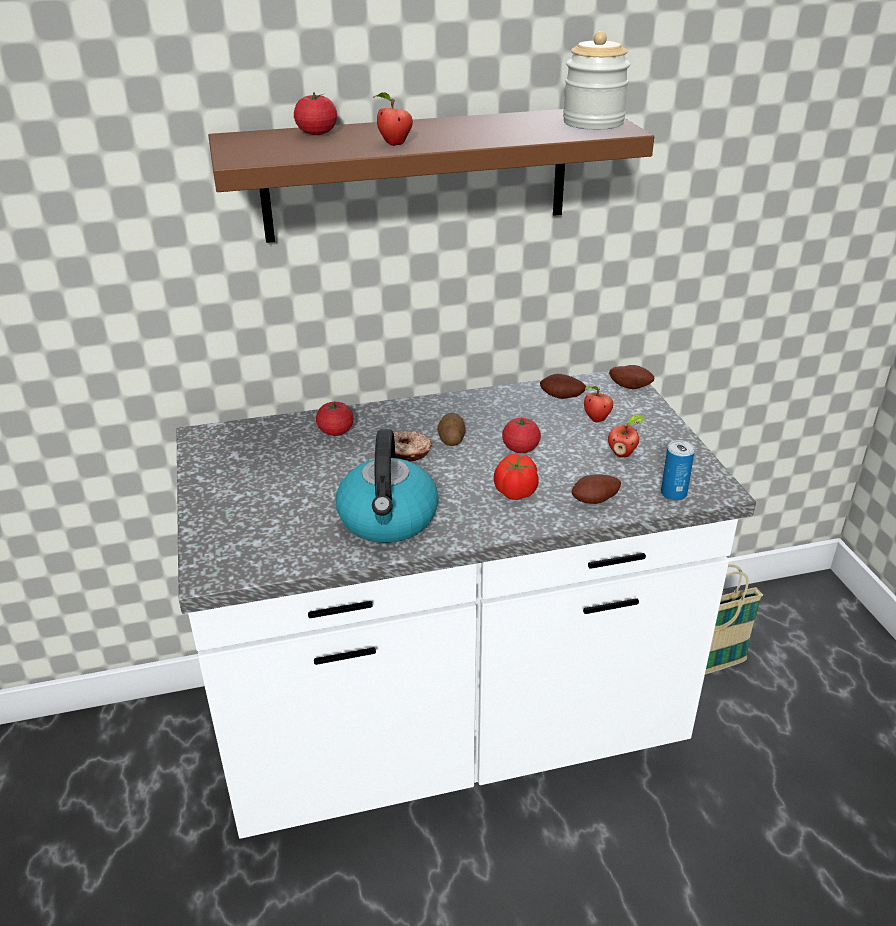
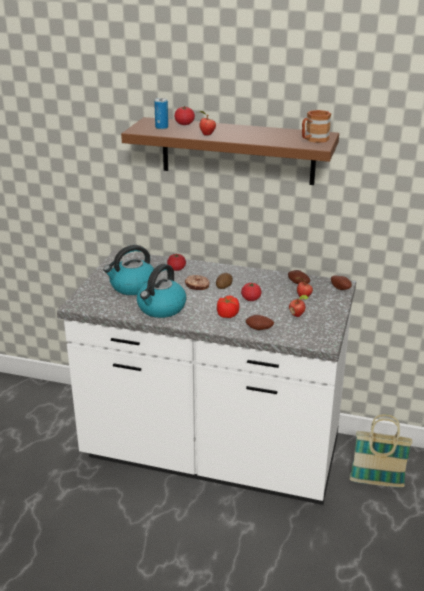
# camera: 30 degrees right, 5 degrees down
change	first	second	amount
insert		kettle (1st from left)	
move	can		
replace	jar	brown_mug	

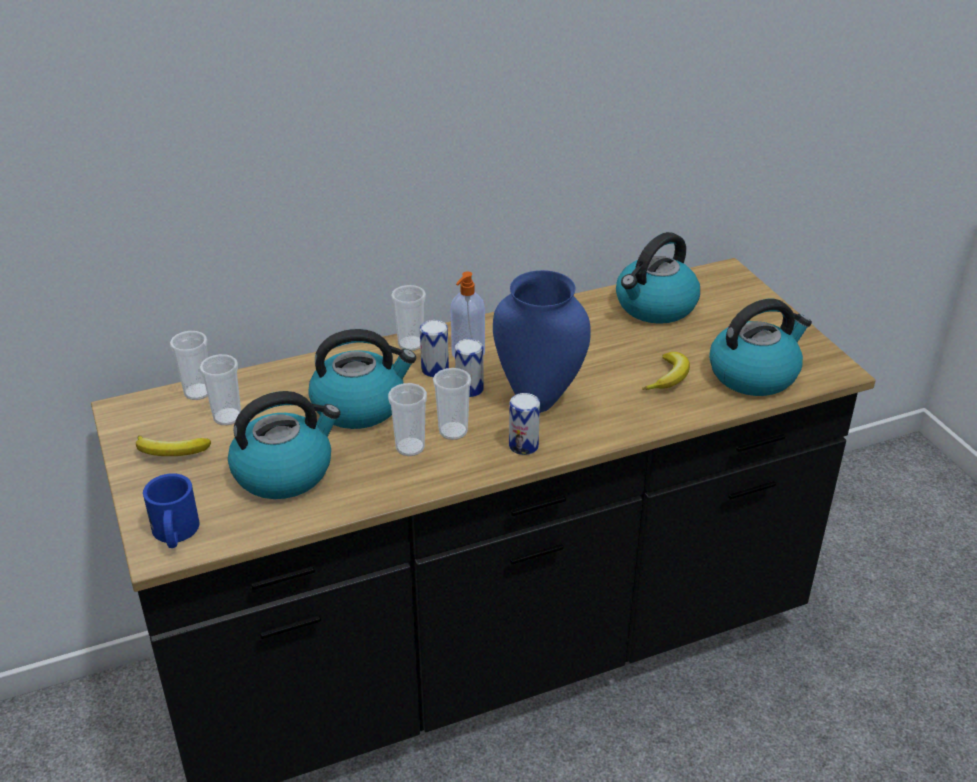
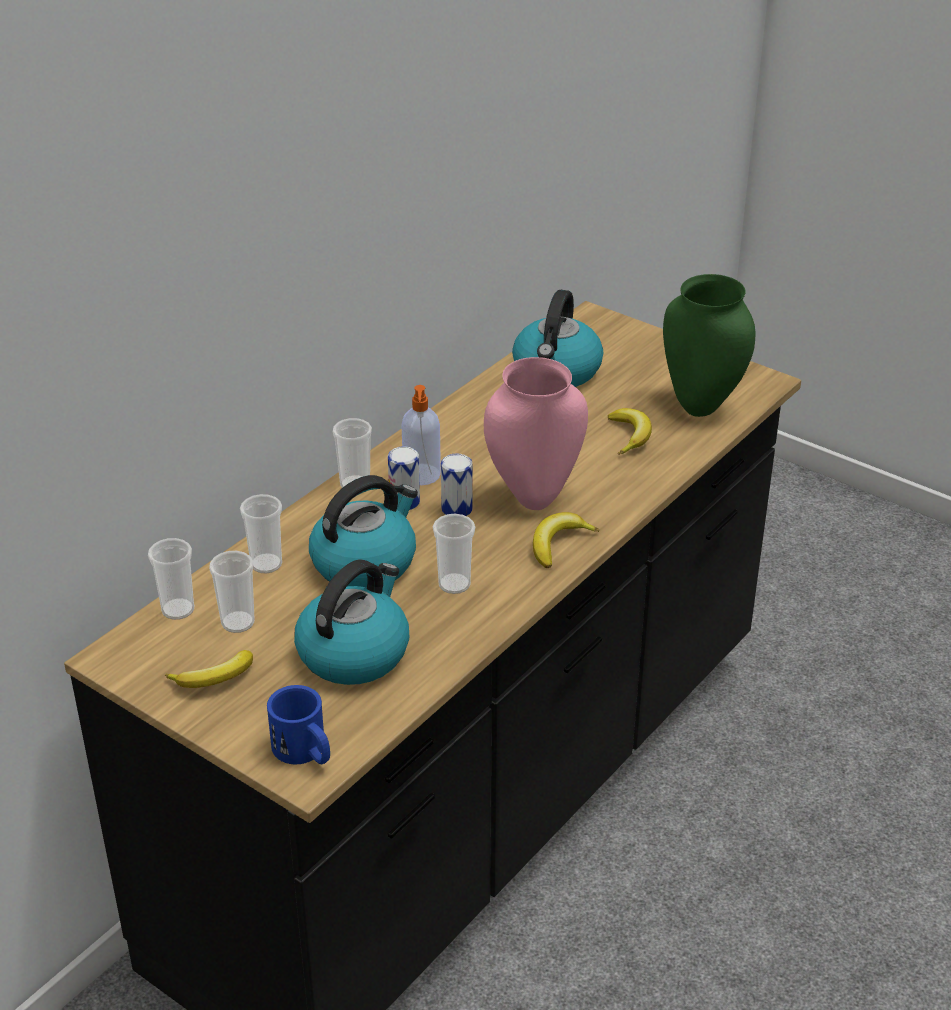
# camera: 30 degrees left, 0 degrees up
change	first	second	amount
move	cup (5th from left in the first image)	cup (3rd from left)	
replace	can (3rd from left)	banana (2nd from left)	
replace	kettle (4th from left)	green_vase	
recolor	blue_vase	pink_vase	

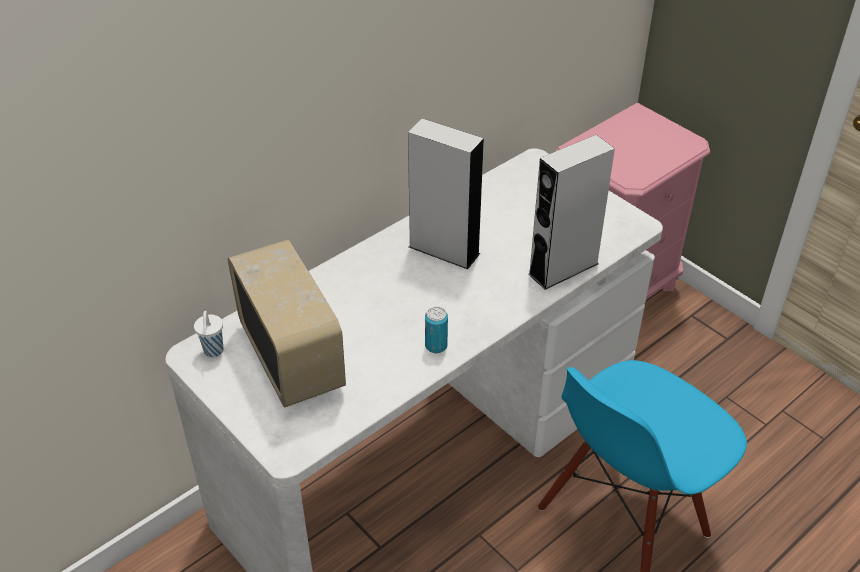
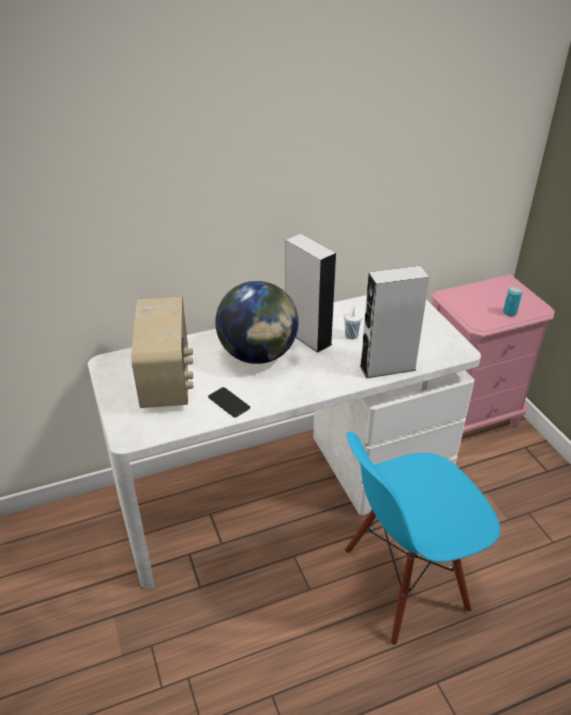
# camera: 20 degrees right, 5 degrees down
change	first	second	amount
insert		phone	
insert		globe	
move	white_cup		
move	can		

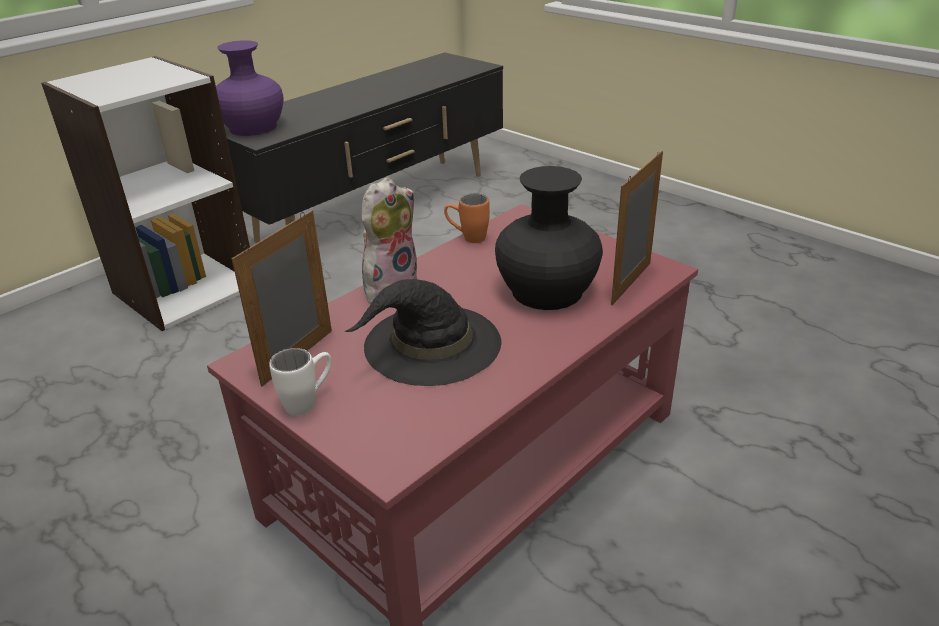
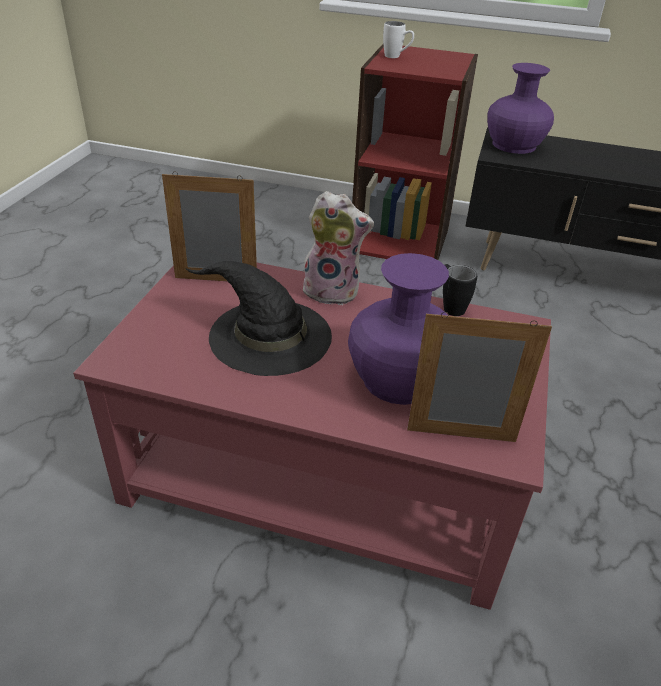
# camera: 60 degrees right, 5 degrees up
change	first	second	amount
move	white_mug		
recolor	white_bookcase	red_bookcase	
recolor	orange_mug	black_mug	
recolor	black_vase	purple_vase (1st from left)	

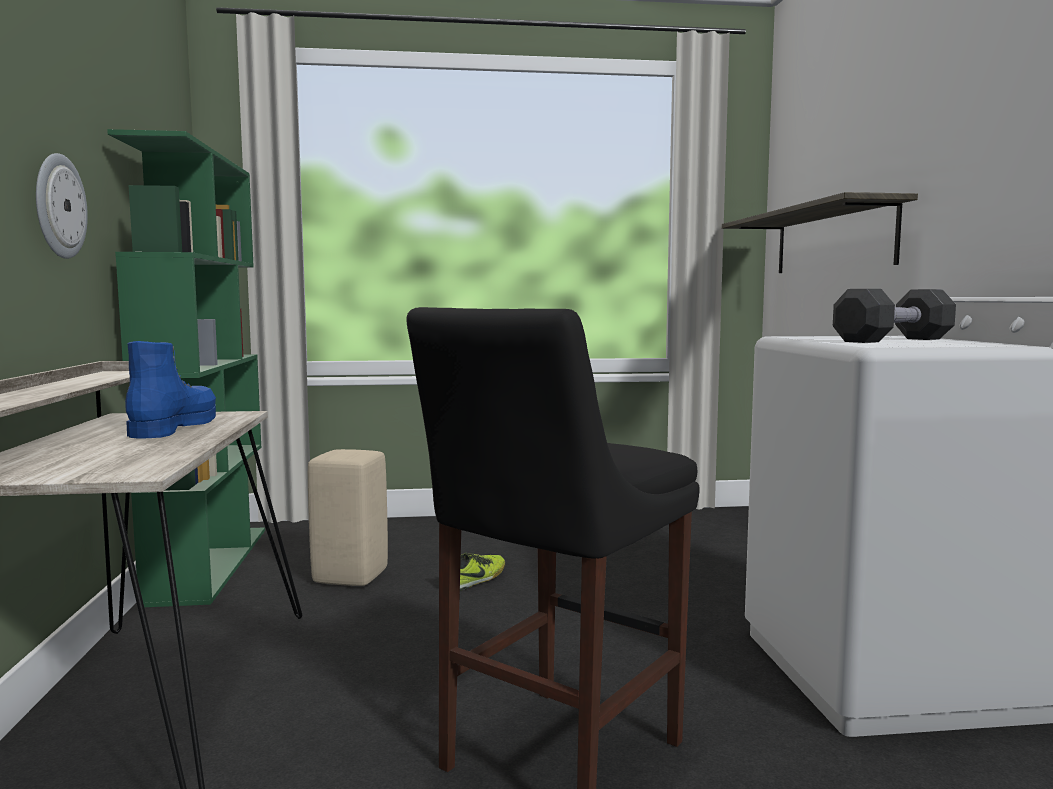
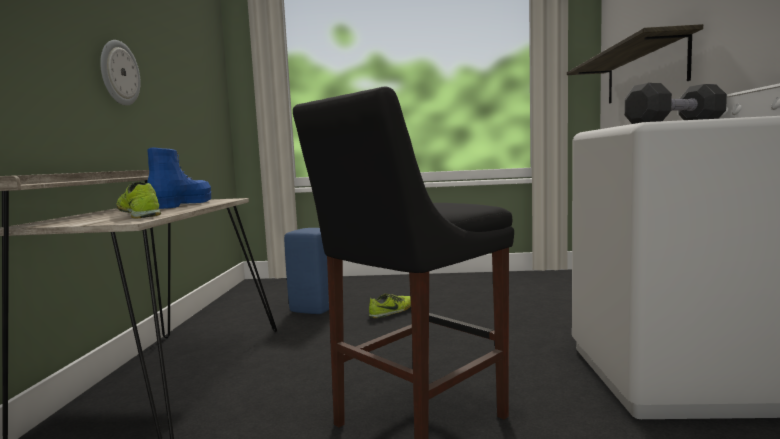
# camera: 10 degrees right, 0 degrees up
change	first	second	amount
delete	green_bookcase		
insert		shoe (1st from left)	
recolor	beige_stool	blue_stool	

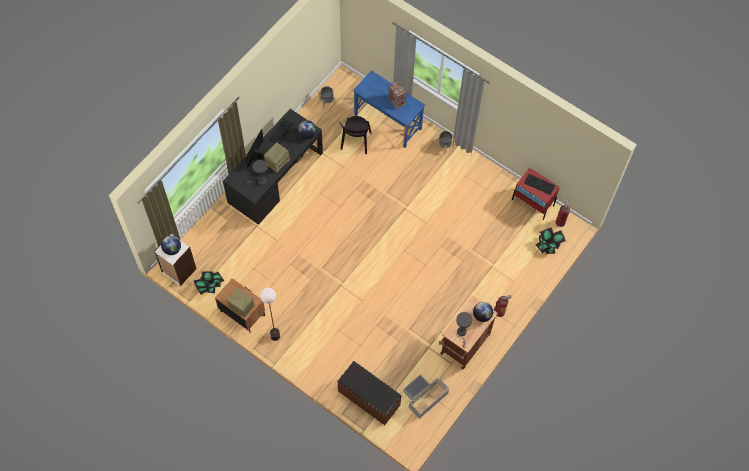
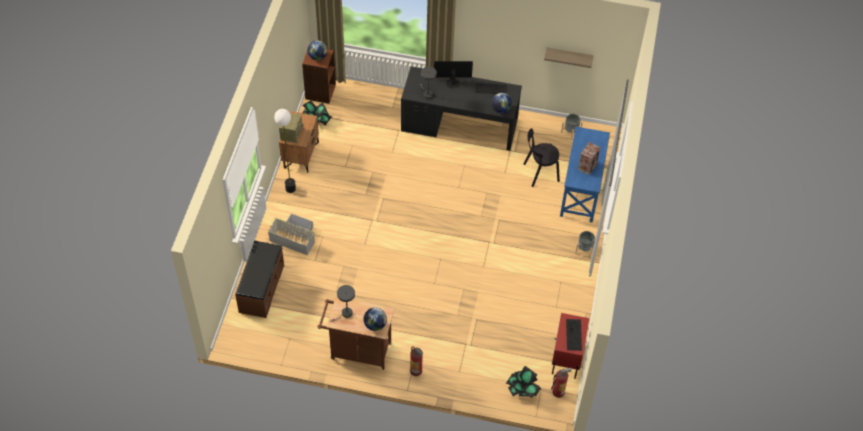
# camera: 65 degrees right, 10 degrees down
change	first	second	amount
delete	radio (2nd from left)		
insert		shelf	
move	grey_storage_box		
recolor	white_bookcase	brown_bookcase	

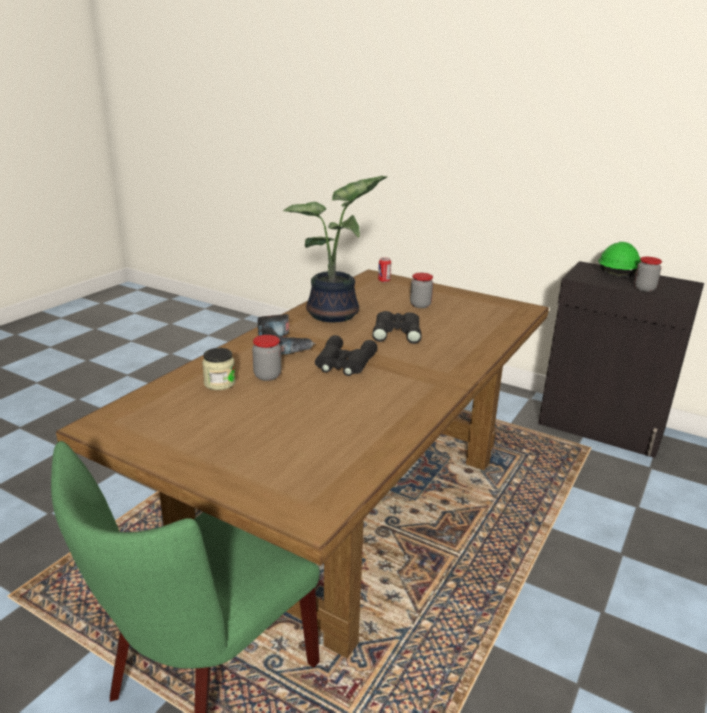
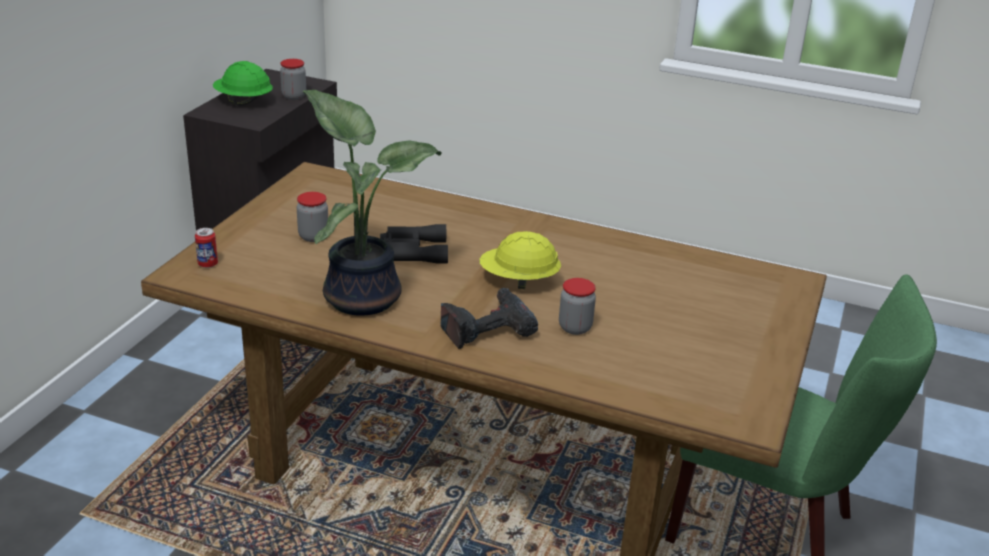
# camera: 100 degrees left, 5 degrees up
change	first	second	amount
delete	jar (1st from left)		
replace	black_binoculars (1st from left)	yellow_hard_hat	

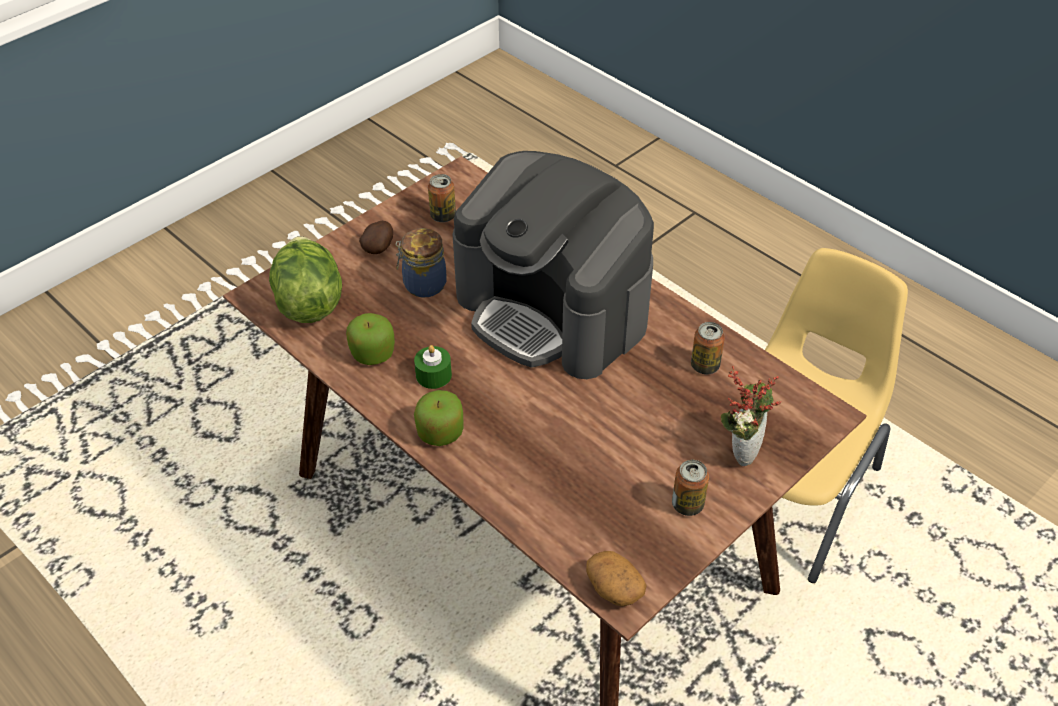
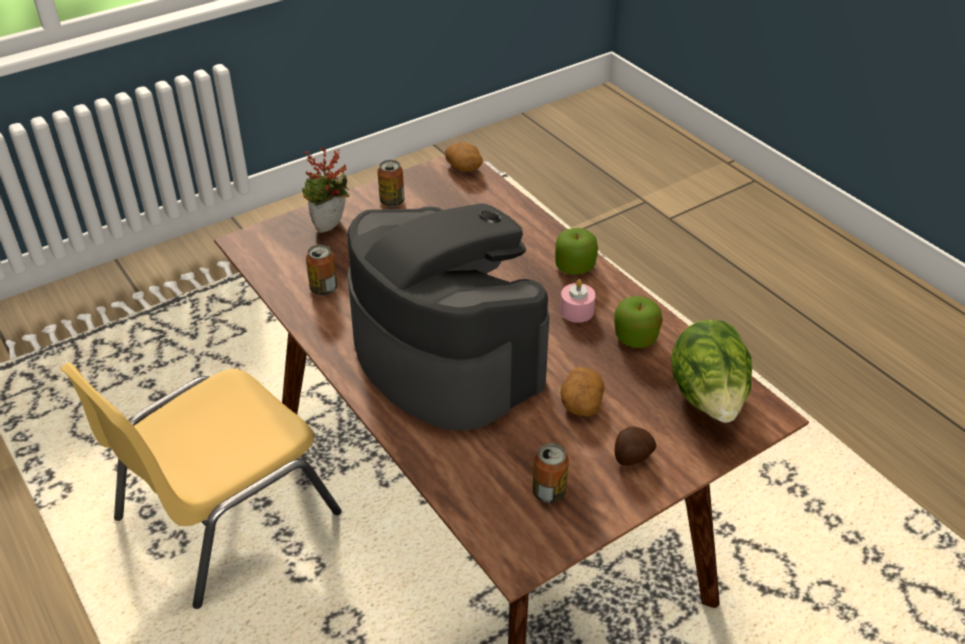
# camera: 170 degrees left, 5 degrees down
change	first	second	amount
replace	jar	potato (2nd from left)	
recolor	green_candle	pink_candle	

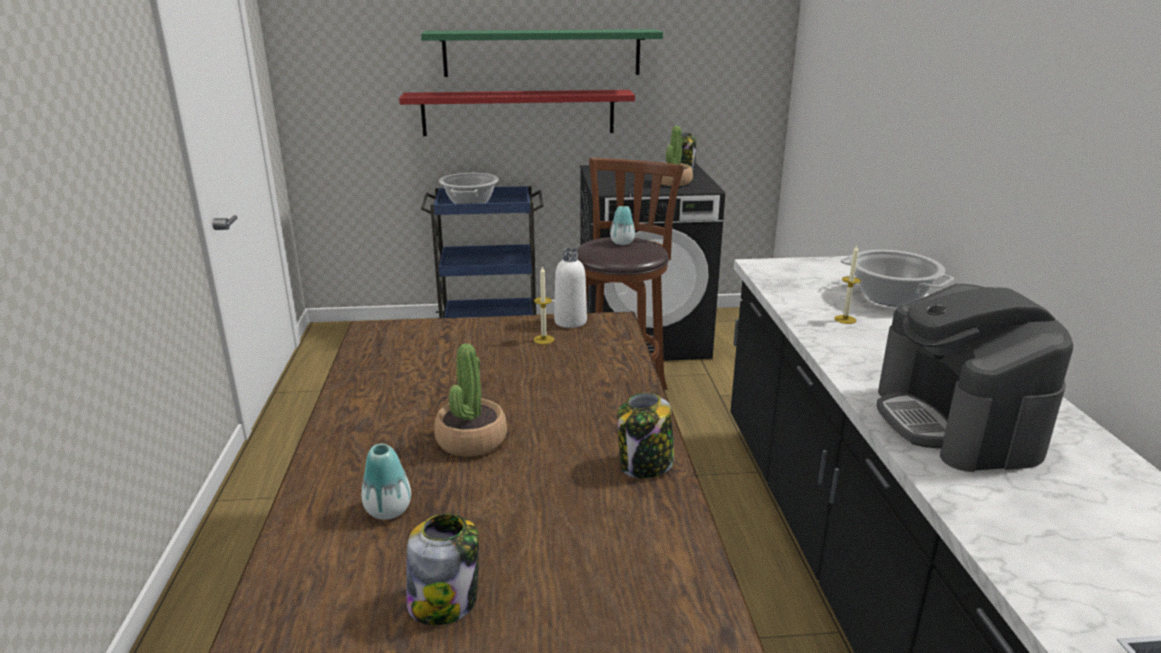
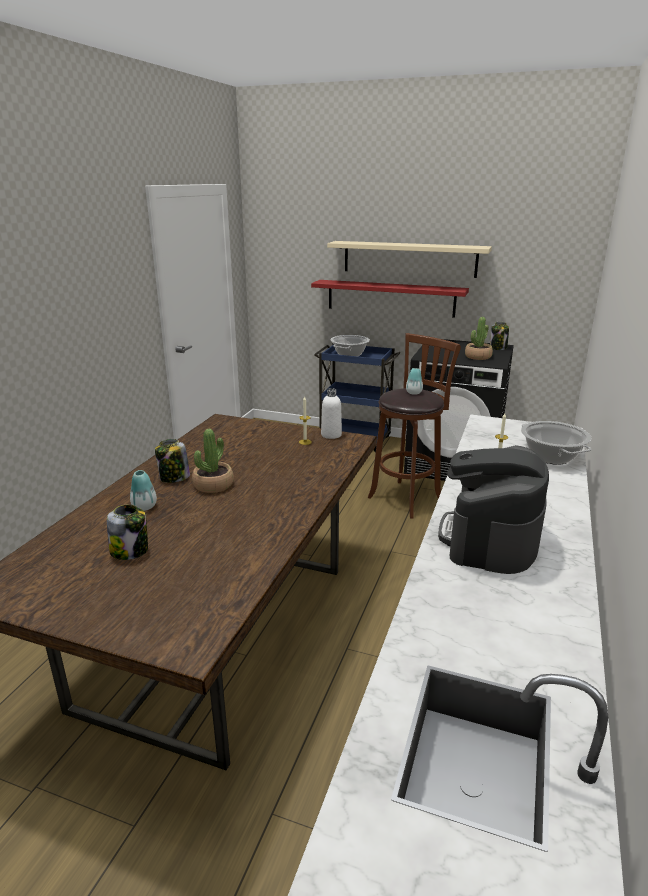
# camera: 25 degrees right, 0 degrees up
change	first	second	amount
move	jar (2nd from left)		
recolor	green_shelf	beige_shelf	

